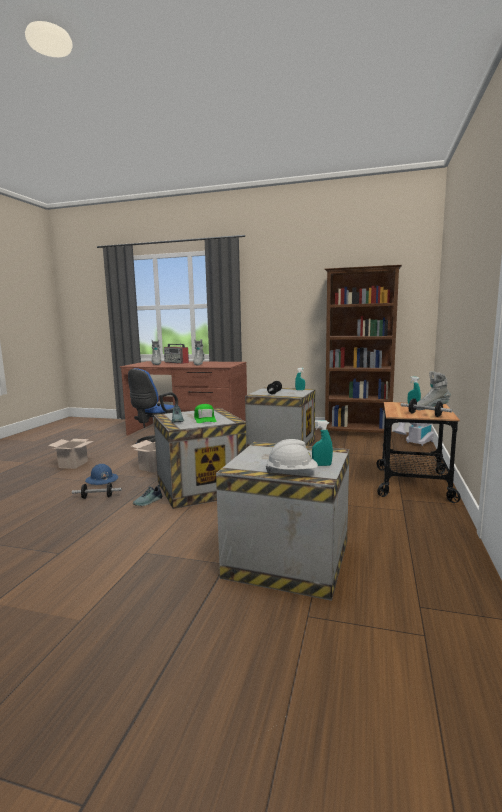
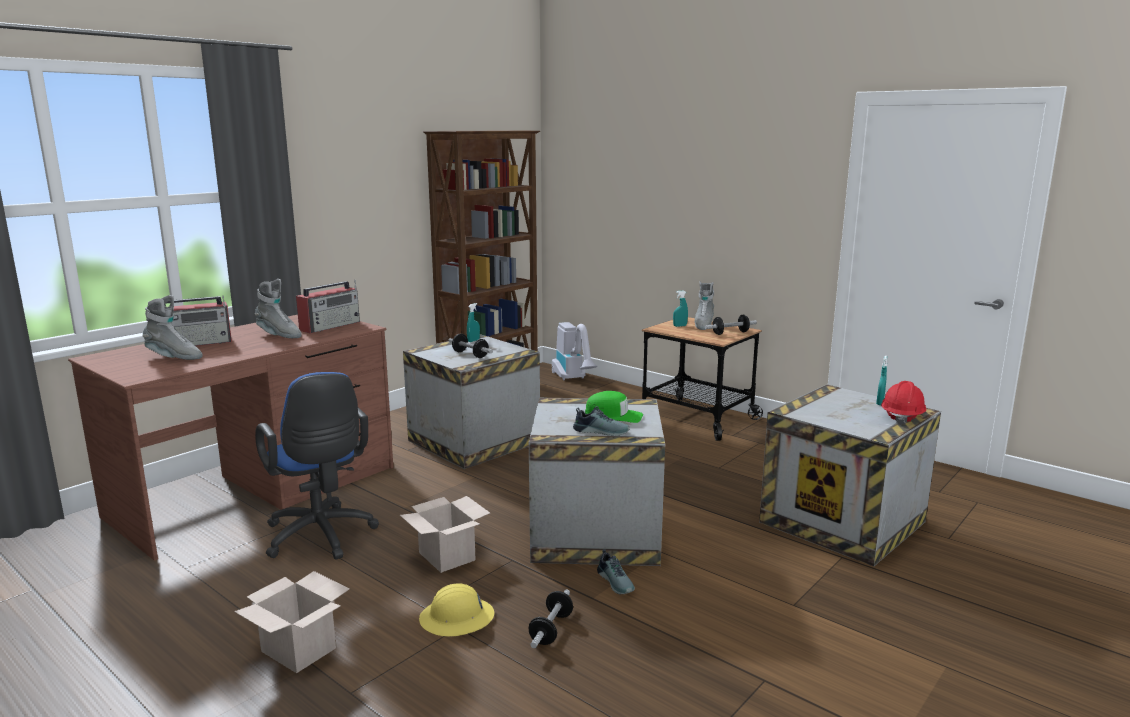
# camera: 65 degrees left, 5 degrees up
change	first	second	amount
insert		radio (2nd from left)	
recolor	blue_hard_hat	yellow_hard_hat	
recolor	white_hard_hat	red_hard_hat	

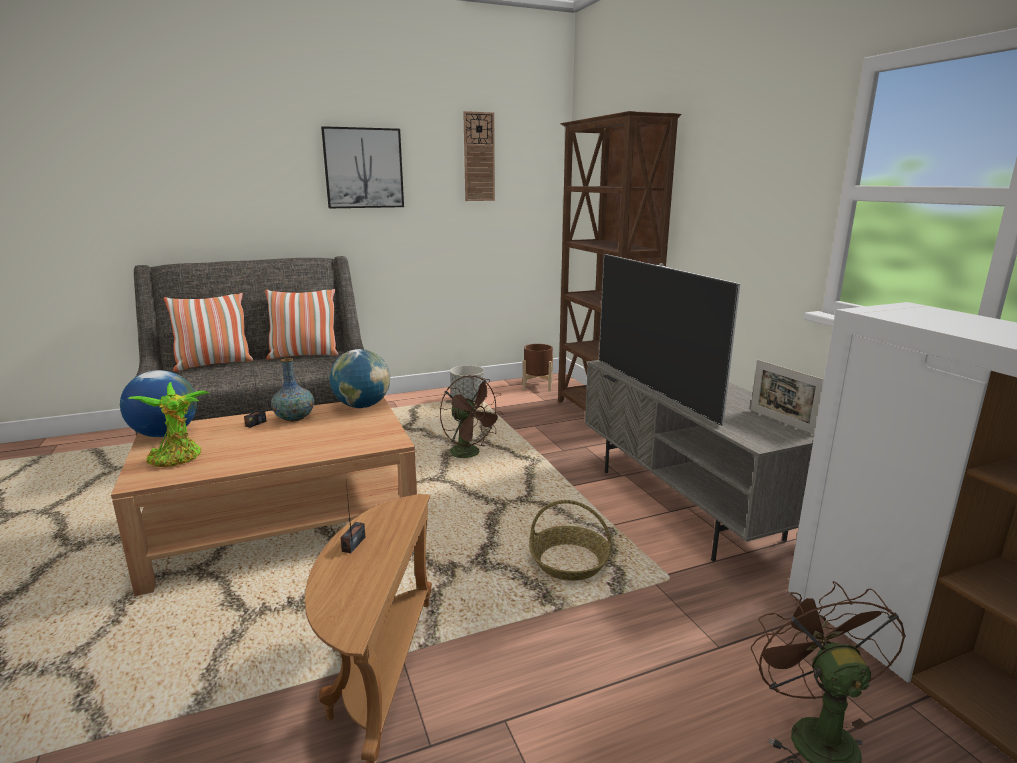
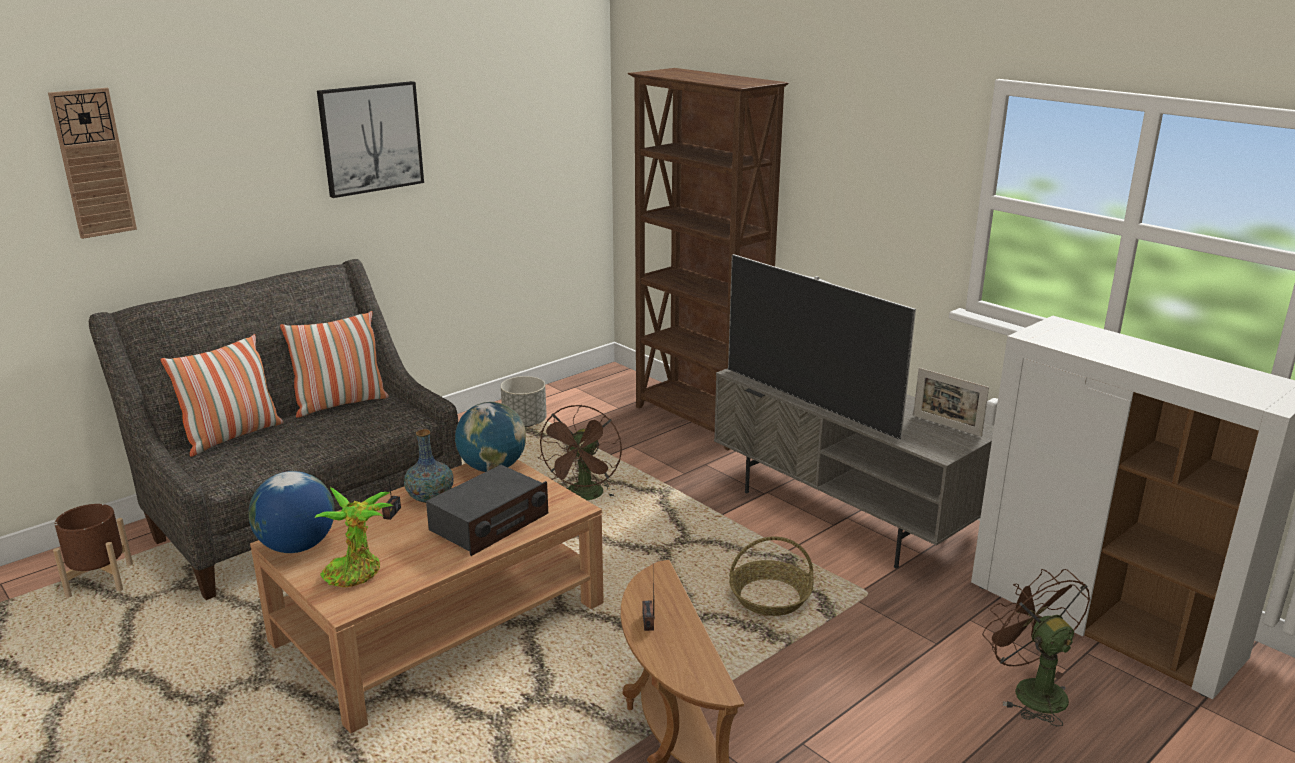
# camera: 20 degrees left, 5 degrees up
change	first	second	amount
insert		radio (2nd from left)	
move	wall_clock		
move	brown_planter		
rotate	brown_fan (1st from left)		75 degrees clockwise

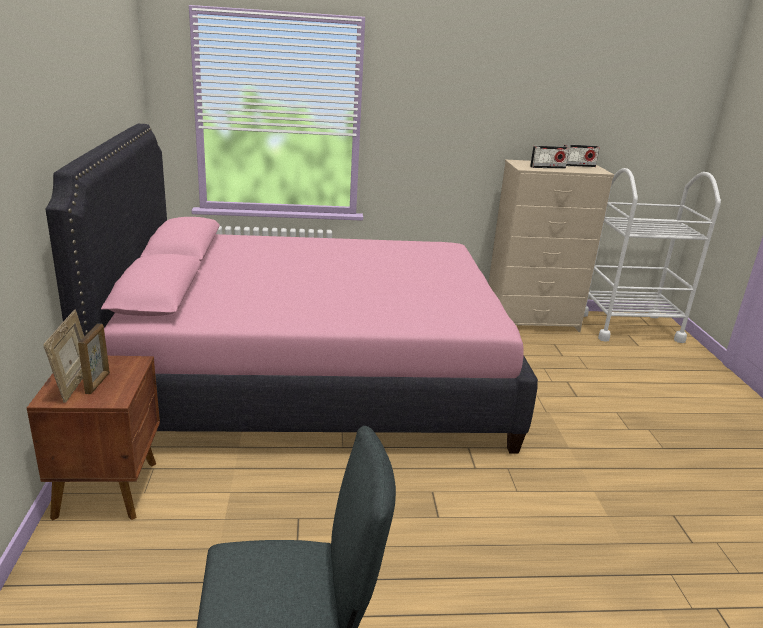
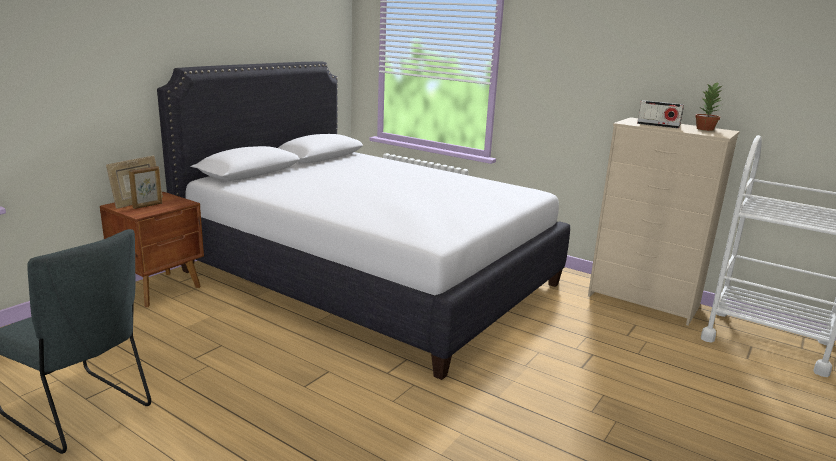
# camera: 40 degrees right, 5 degrees down
change	first	second	amount
replace	radio (2nd from left)	potted_plant	
recolor	pink_bed	white_bed	

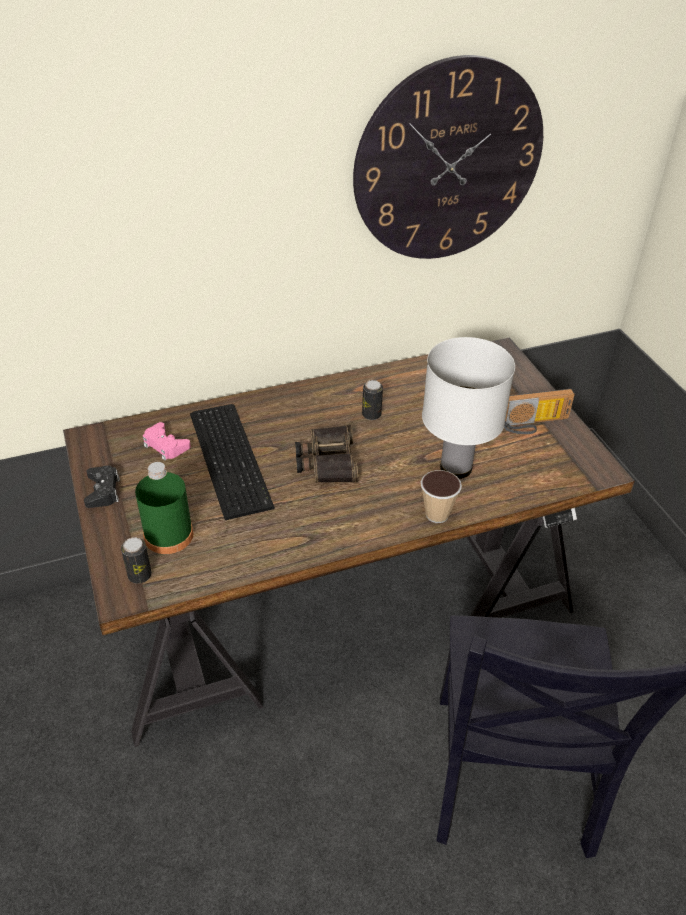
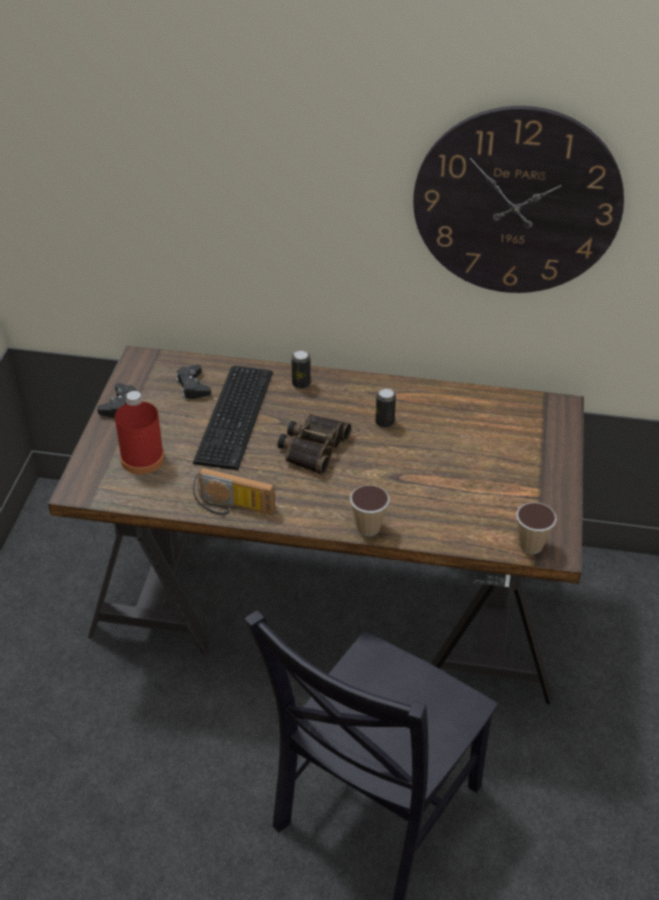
# camera: 30 degrees right, 0 degrees up
change	first	second	amount
delete	white_table_lamp		
insert		cup (2nd from left)	
move	can (1st from left)		
move	radio		
recolor	green_bottle	red_bottle	
recolor	pink_game_controller	black_game_controller (2nd from left)	

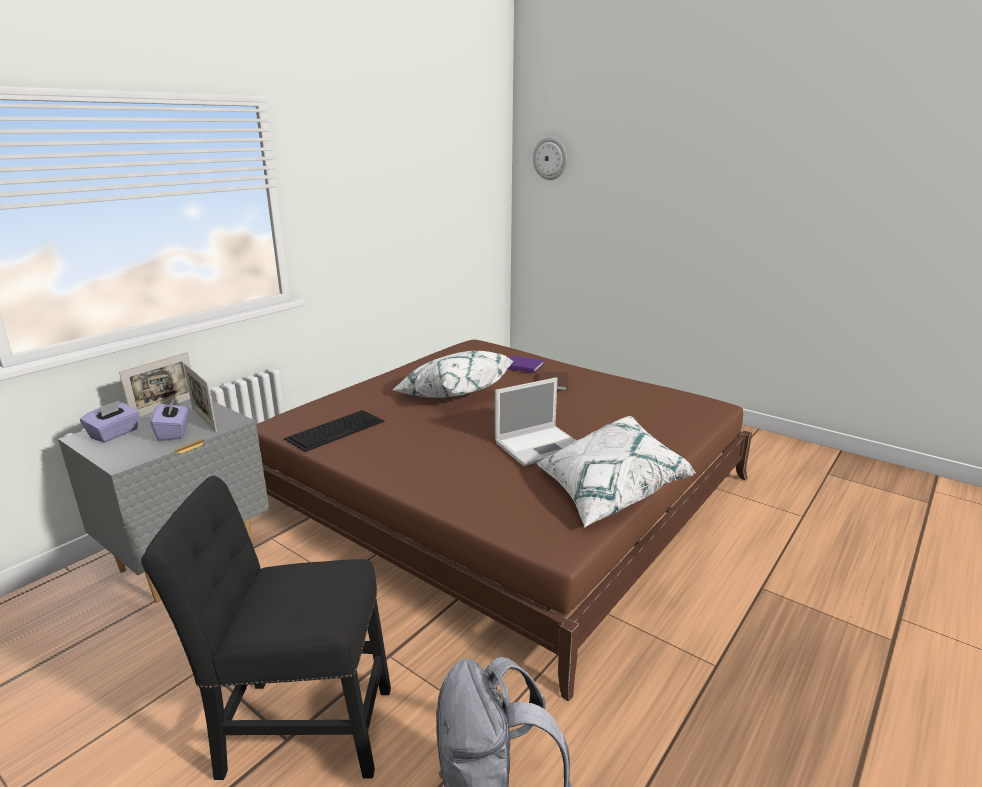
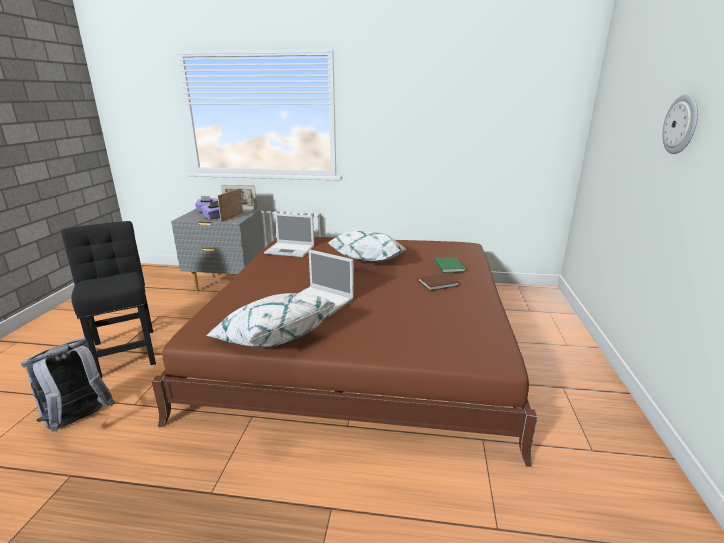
# camera: 60 degrees right, 0 degrees up
change	first	second	amount
move	wall_clock		
replace	keyboard	laptop (1st from left)	
recolor	purple_book	green_book	

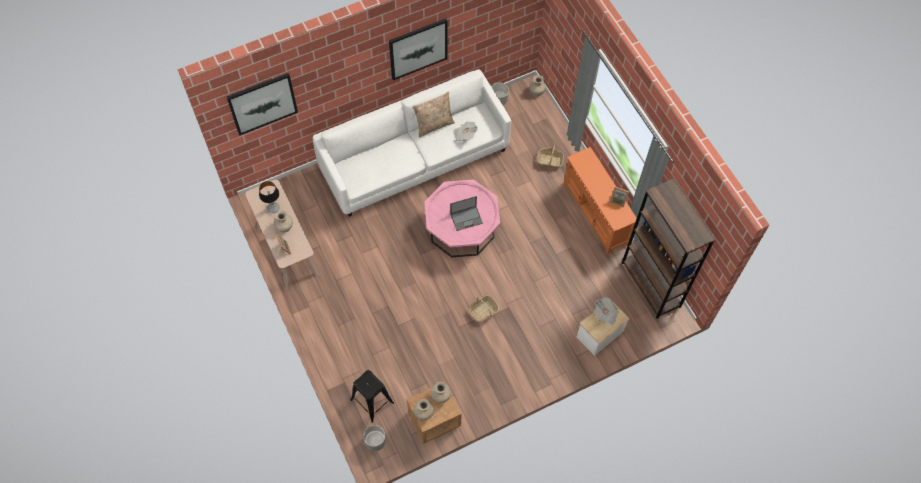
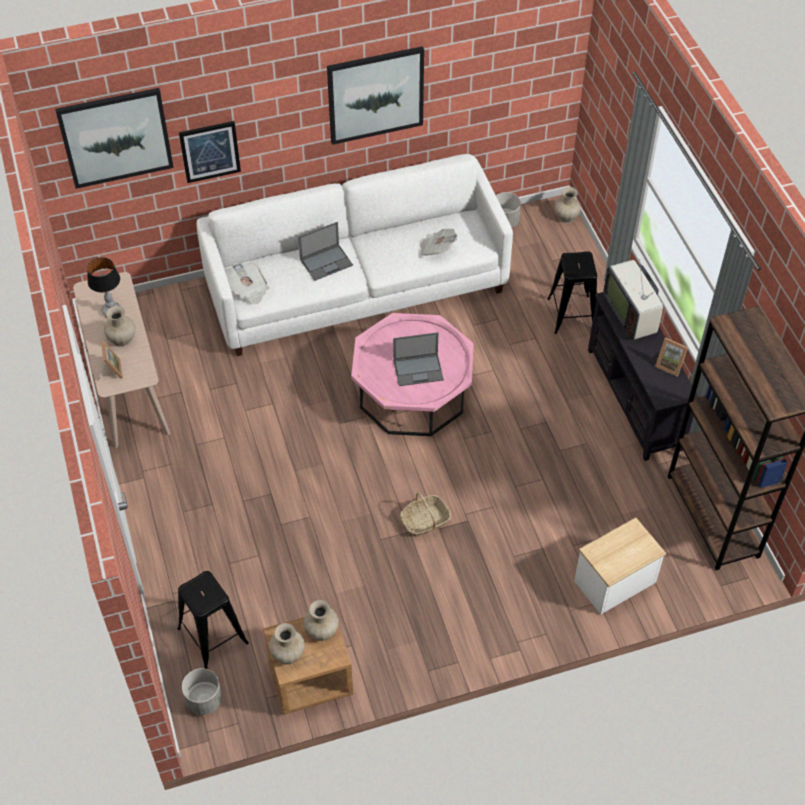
# camera: 10 degrees right, 10 degrees down
change	first	second	amount
delete	beige_pillow		
insert		picture (2nd from left)	
insert		laptop (1st from left)	
insert		television	
move	newspaper (2nd from left in the first image)	newspaper (1st from left)	
replace	basket (2nd from left)	black_stool (2nd from left)	
recolor	orange_tv_stand	black_tv_stand	

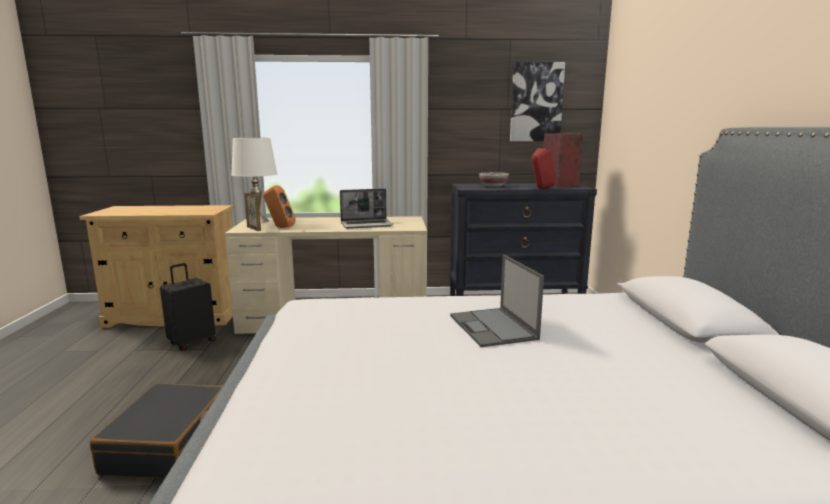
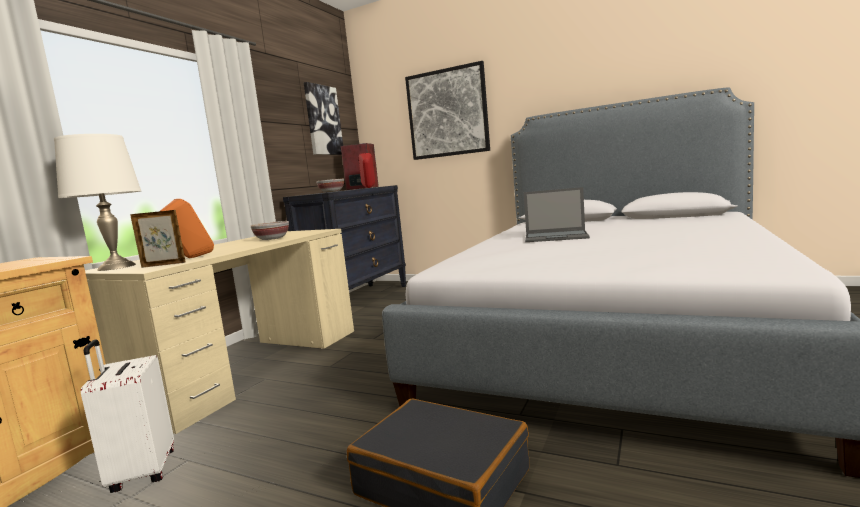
# camera: 60 degrees left, 5 degrees down
change	first	second	amount
insert		picture (2nd from left)	
replace	laptop (1st from left)	bowl (1st from left)	
recolor	black_suitcase (2nd from left)	white_suitcase	

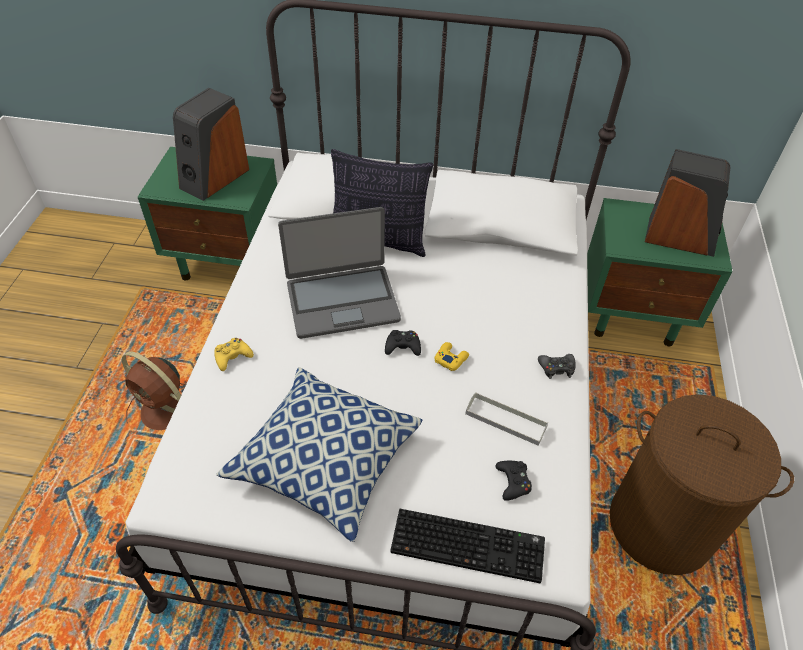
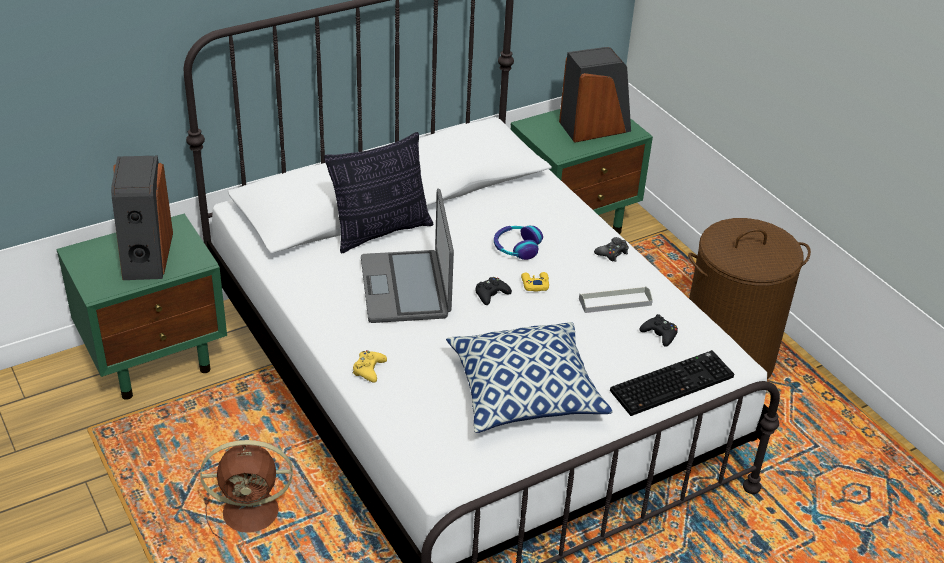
# camera: 40 degrees left, 10 degrees down
change	first	second	amount
insert		headphones	
rotate	laptop		135 degrees clockwise

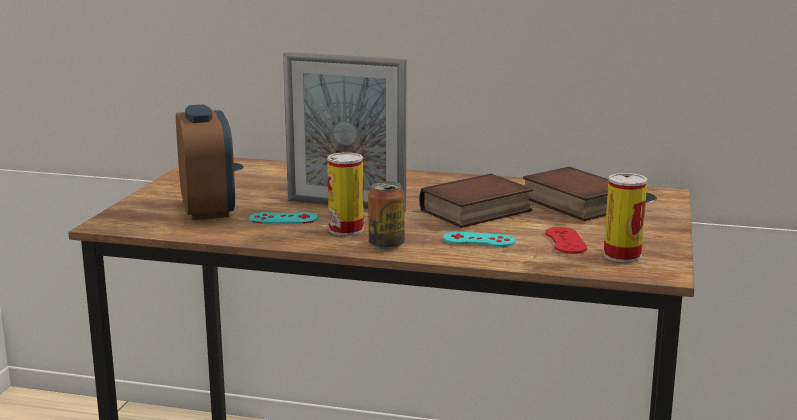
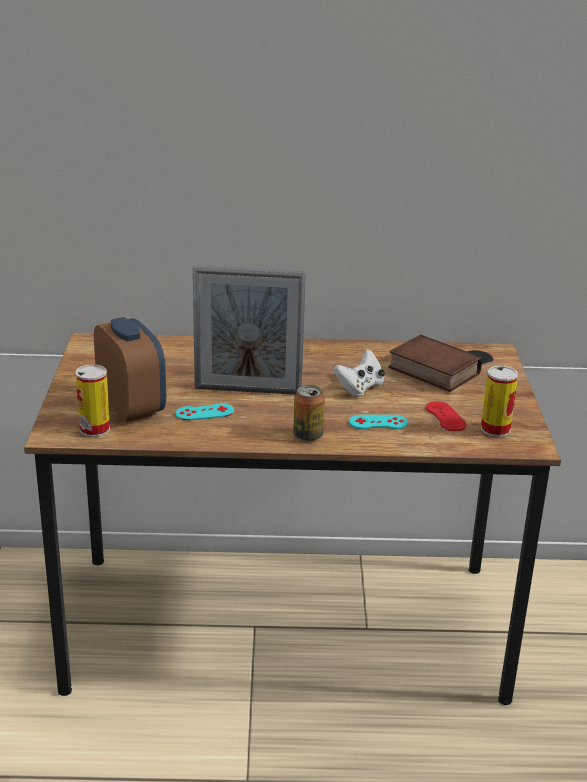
# camera: 15 degrees left, 10 degrees up
change	first	second	amount
move	can (1st from left)		
replace	book (1st from left)	white_game_controller	

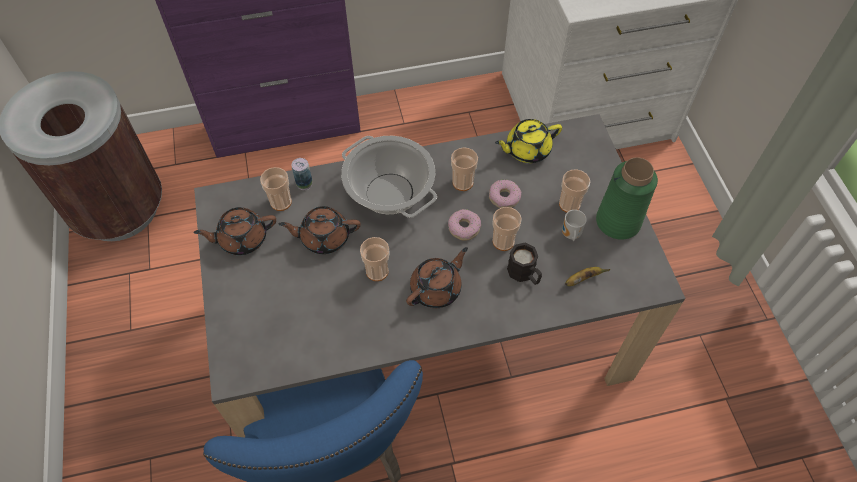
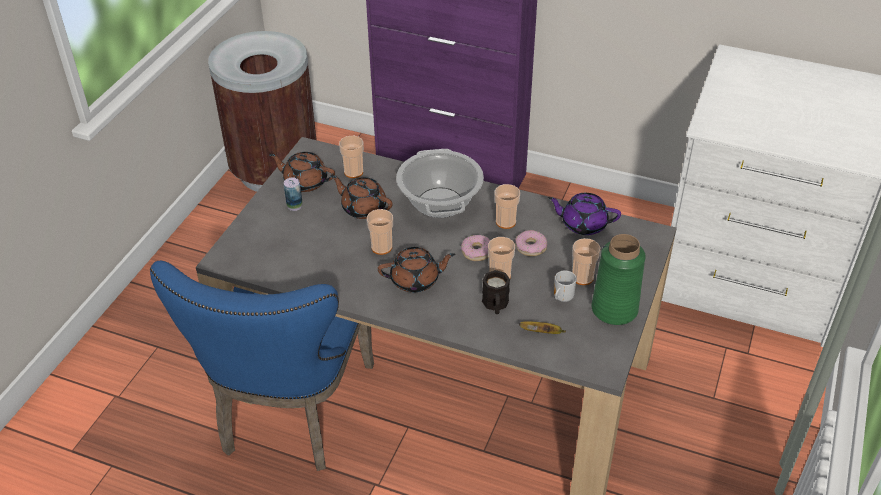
# camera: 35 degrees right, 15 degrees down
change	first	second	amount
move	can		
recolor	yellow_teapot	purple_teapot	

